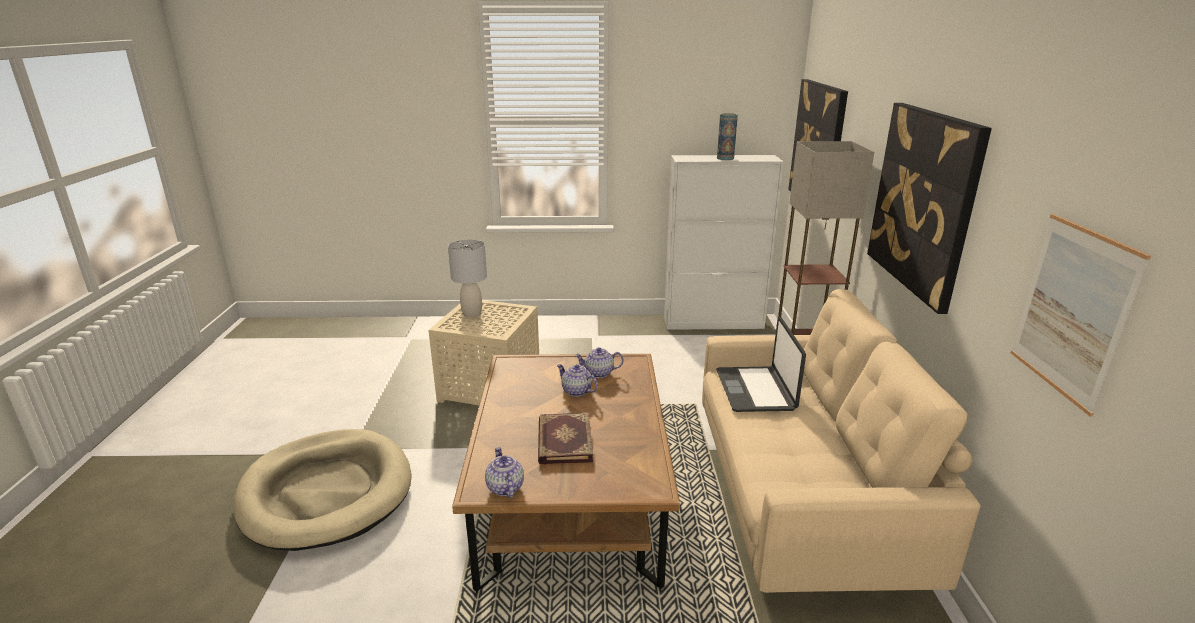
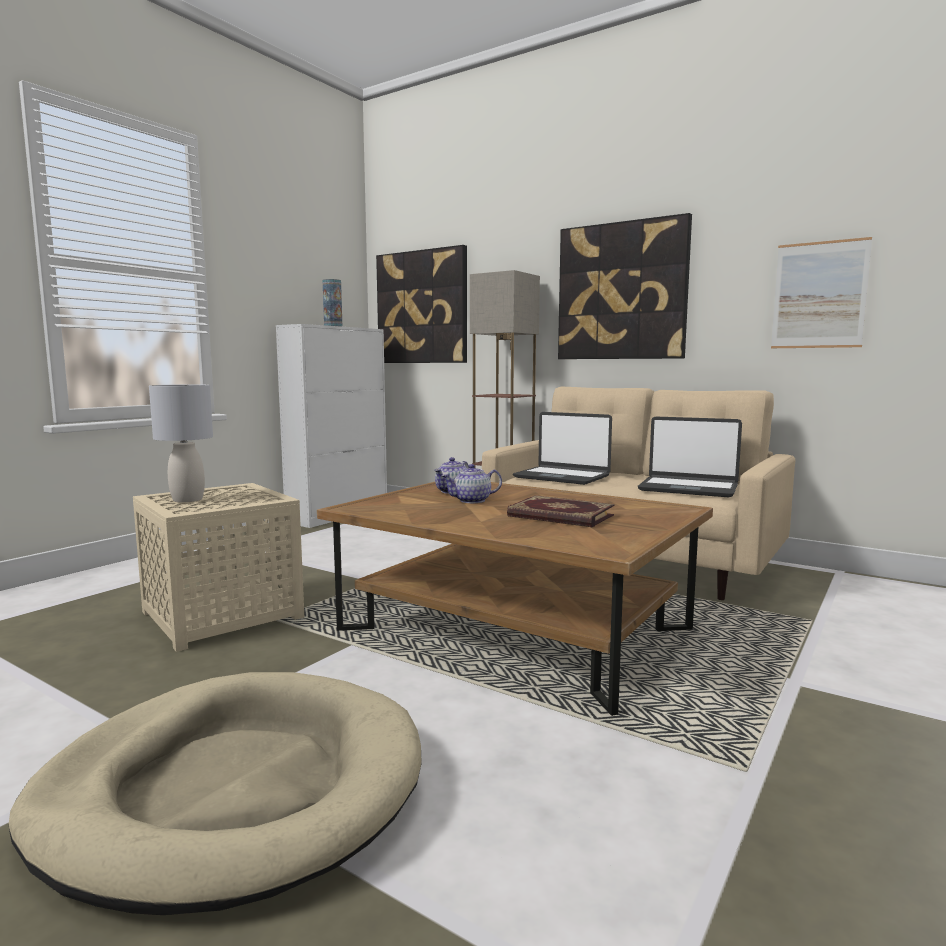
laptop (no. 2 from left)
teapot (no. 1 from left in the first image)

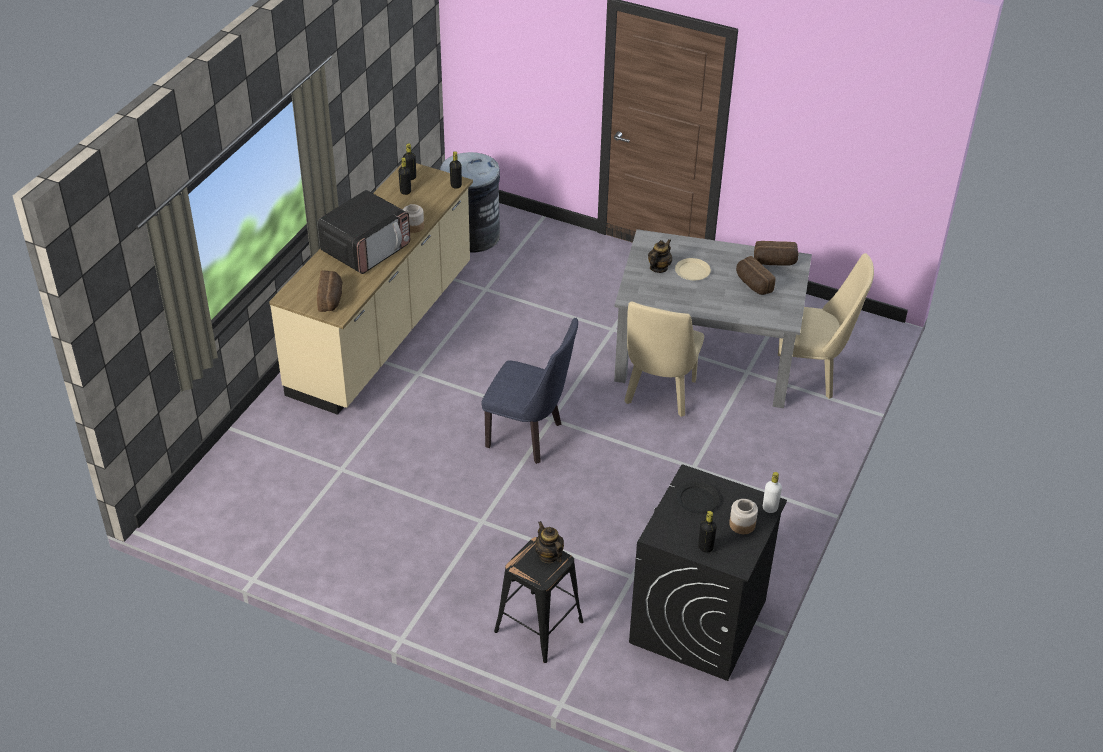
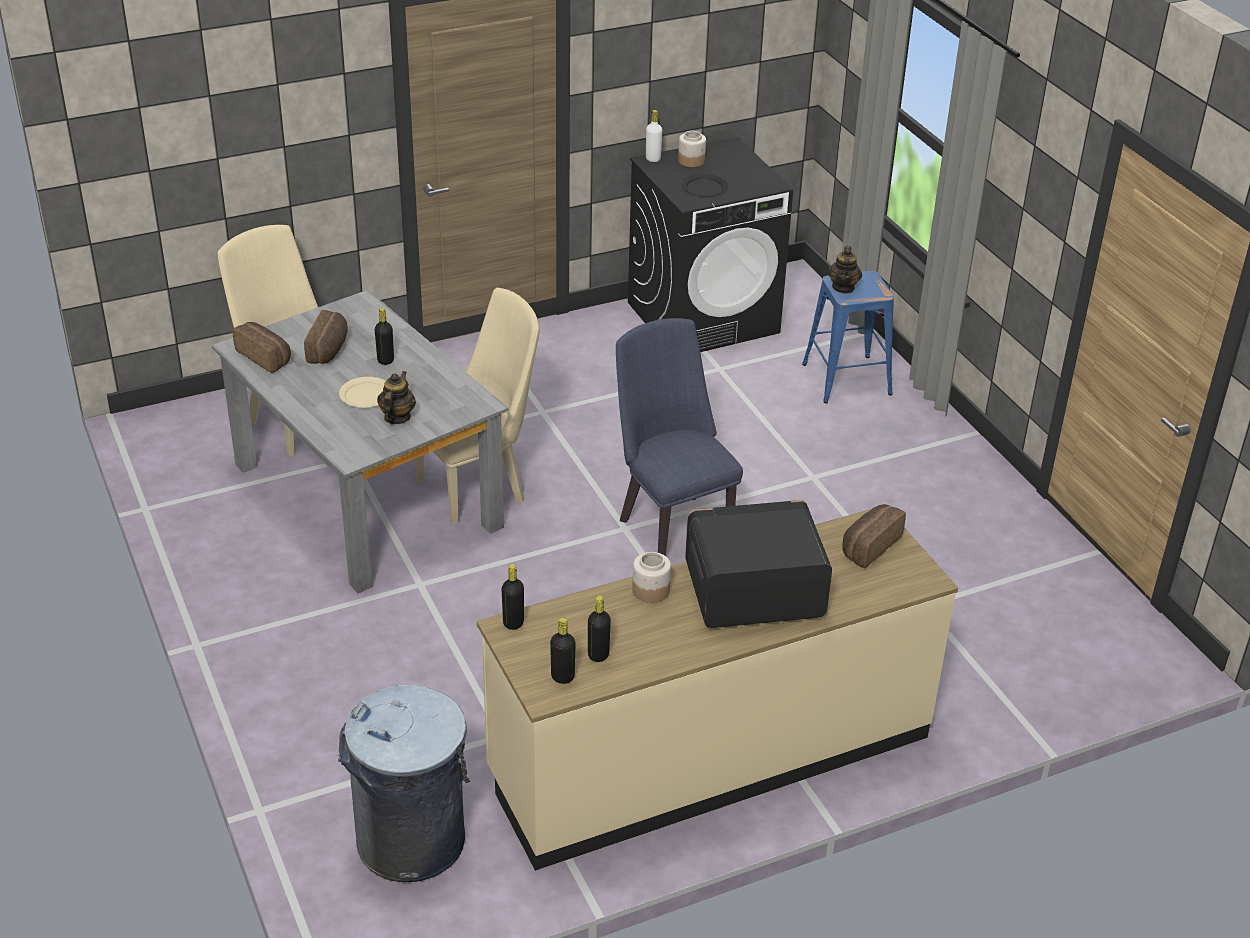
black bottle (no. 1 from left)
teapot (no. 1 from left)
blue stool

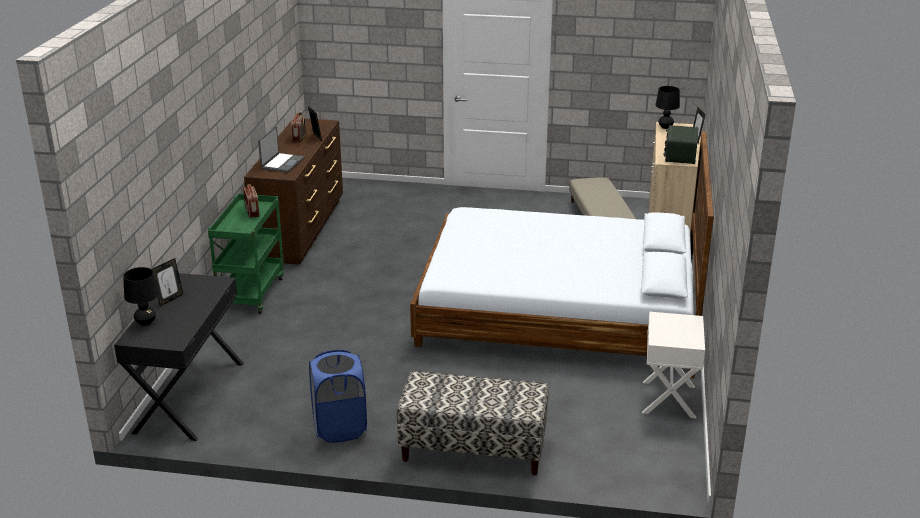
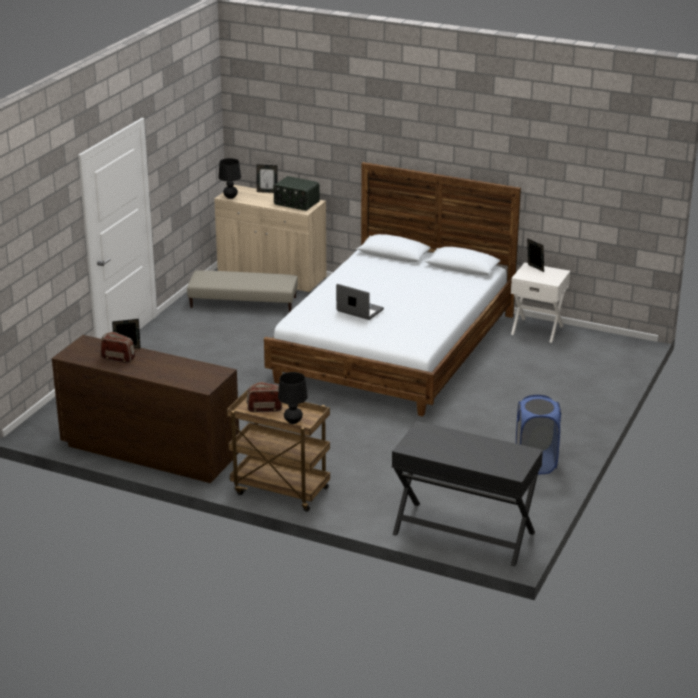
brown cart
black table lamp (no. 2 from left)
laptop
picture frame (no. 3 from left)
bench

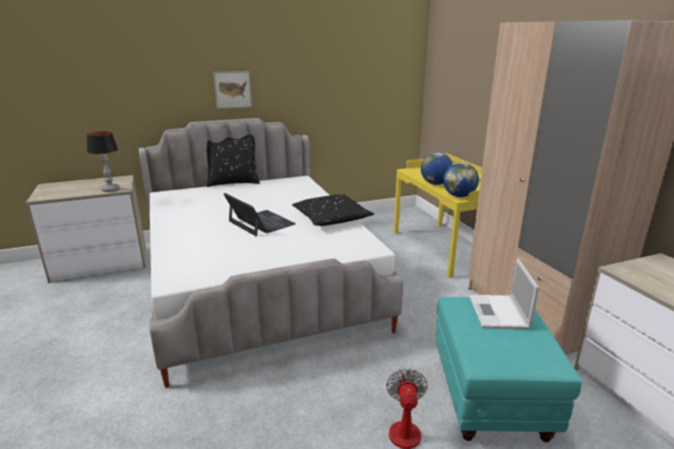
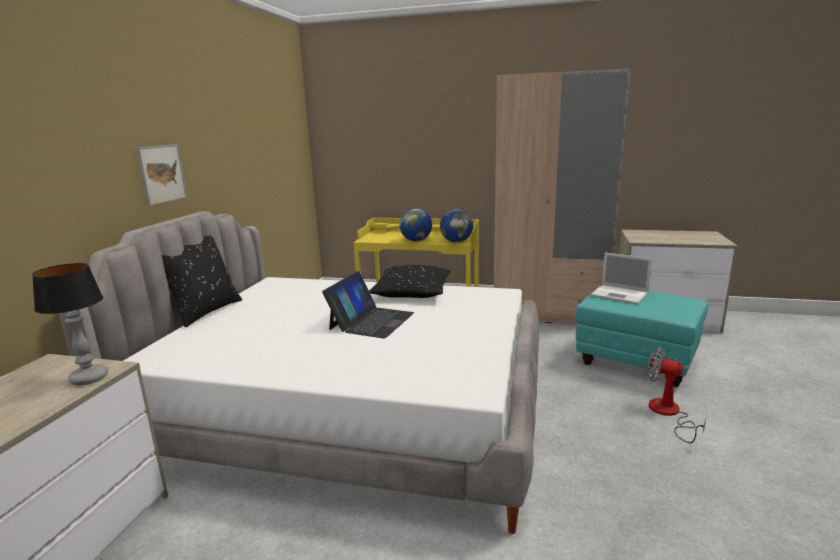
laptop (no. 1 from left)

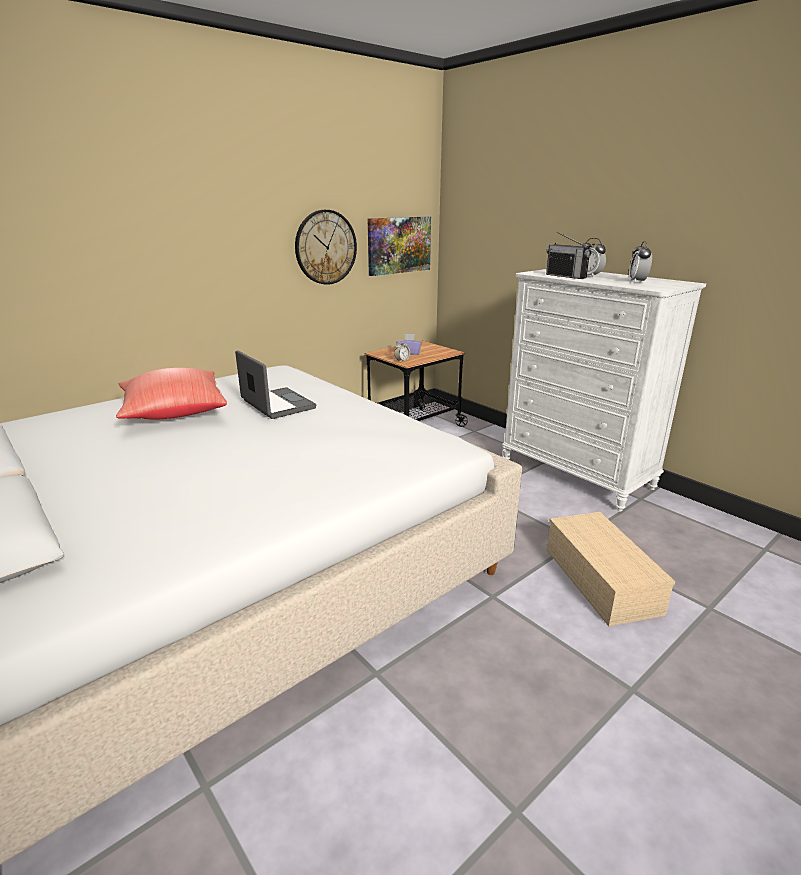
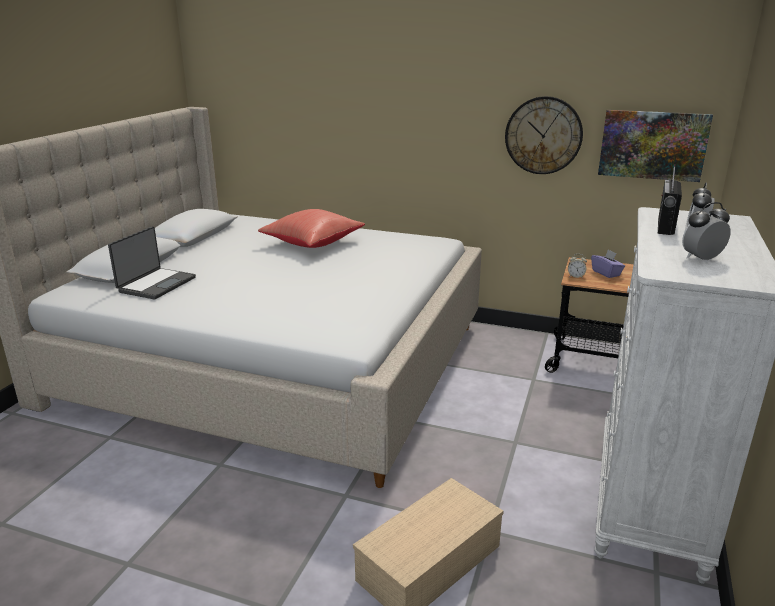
laptop

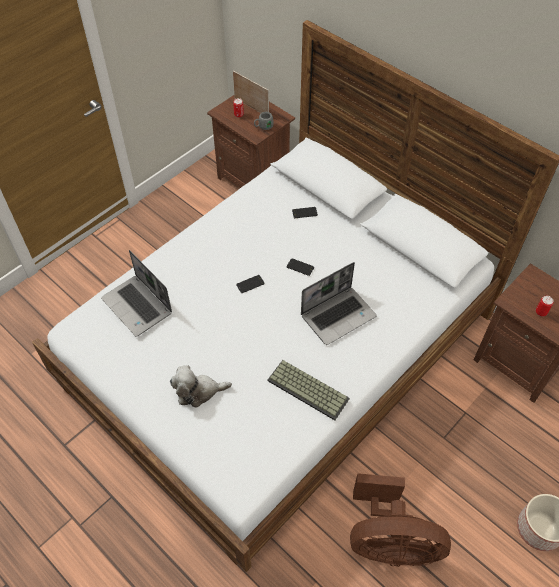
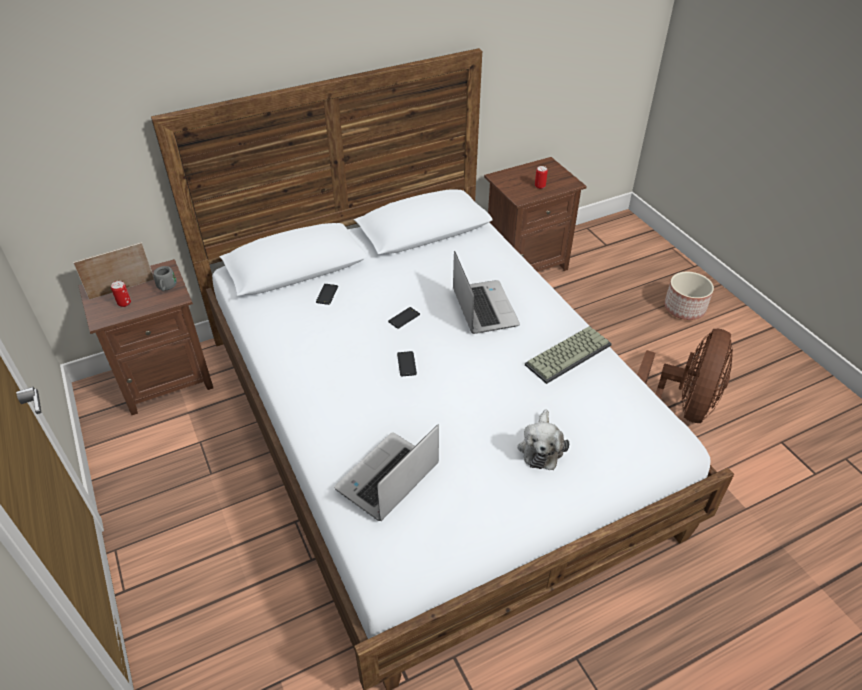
laptop (no. 1 from left)

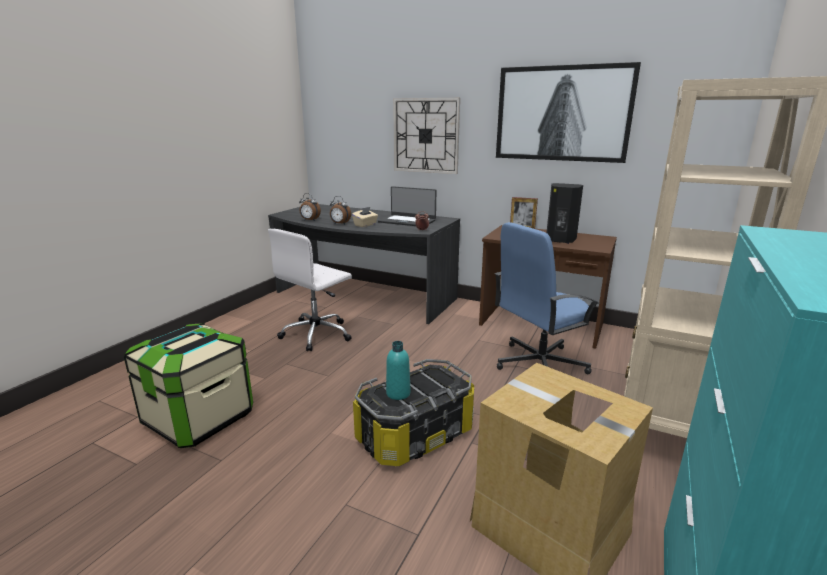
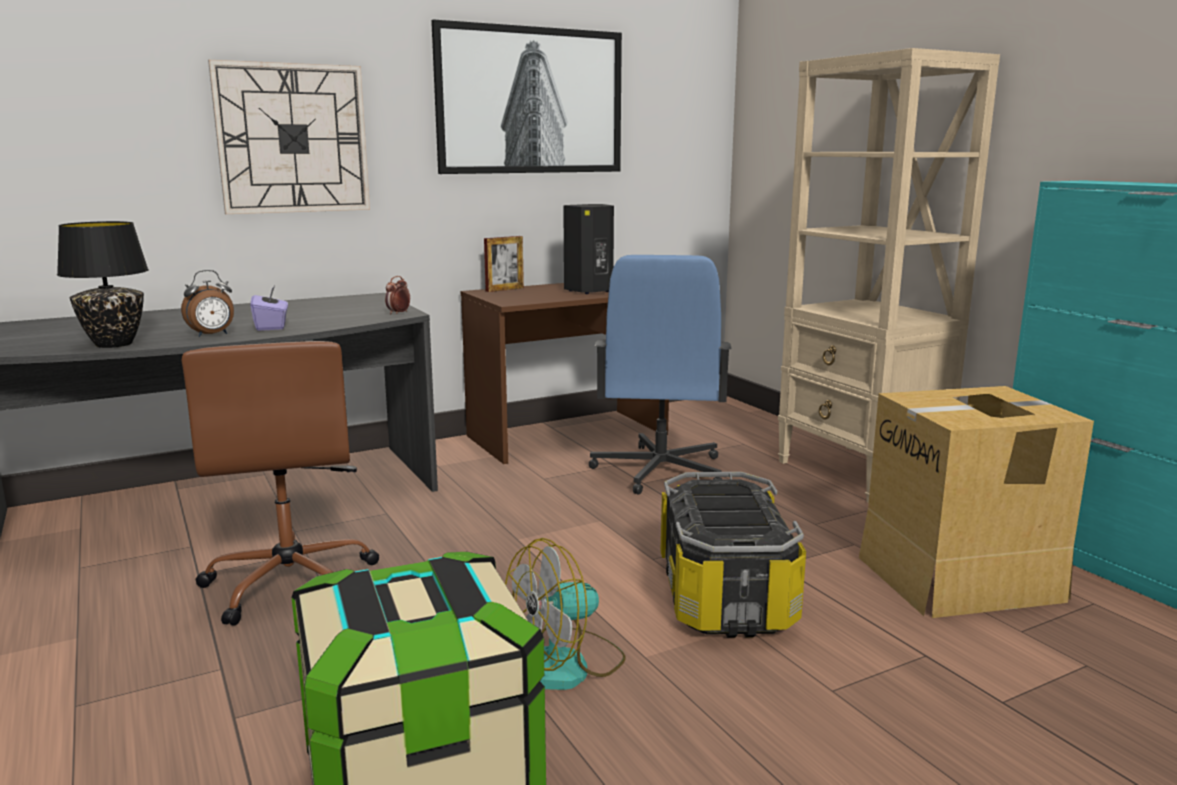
black table lamp
brown office chair
purple tissue box
fan
laptop
turquoise bottle

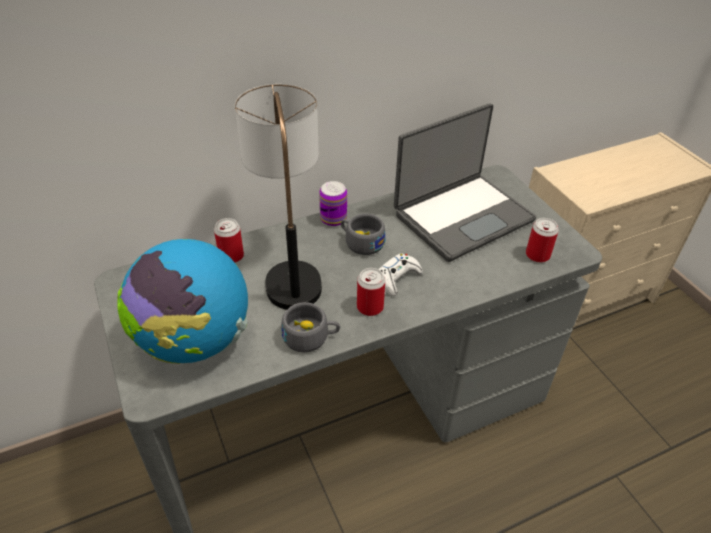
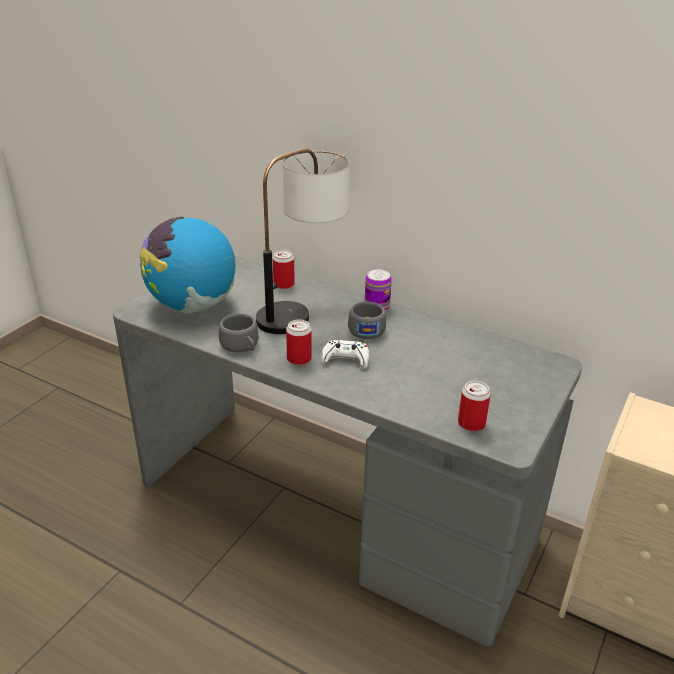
laptop

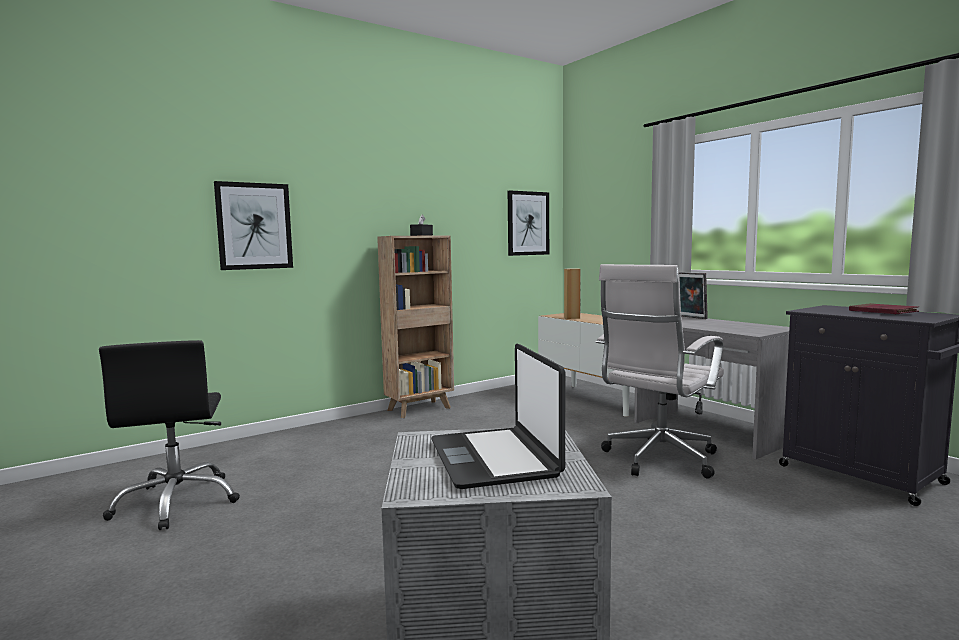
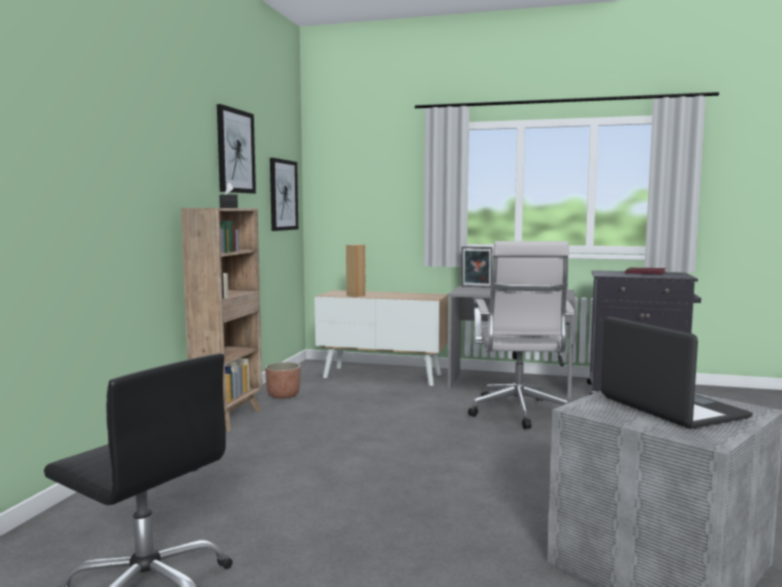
picture (no. 1 from left)
planter
laptop

